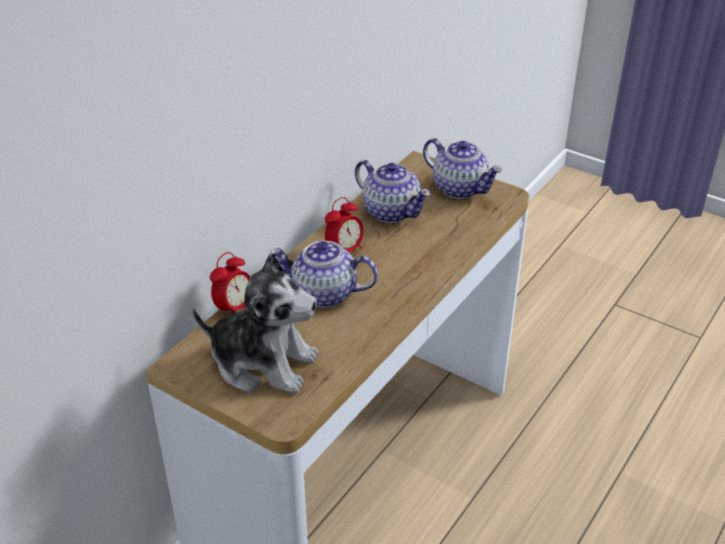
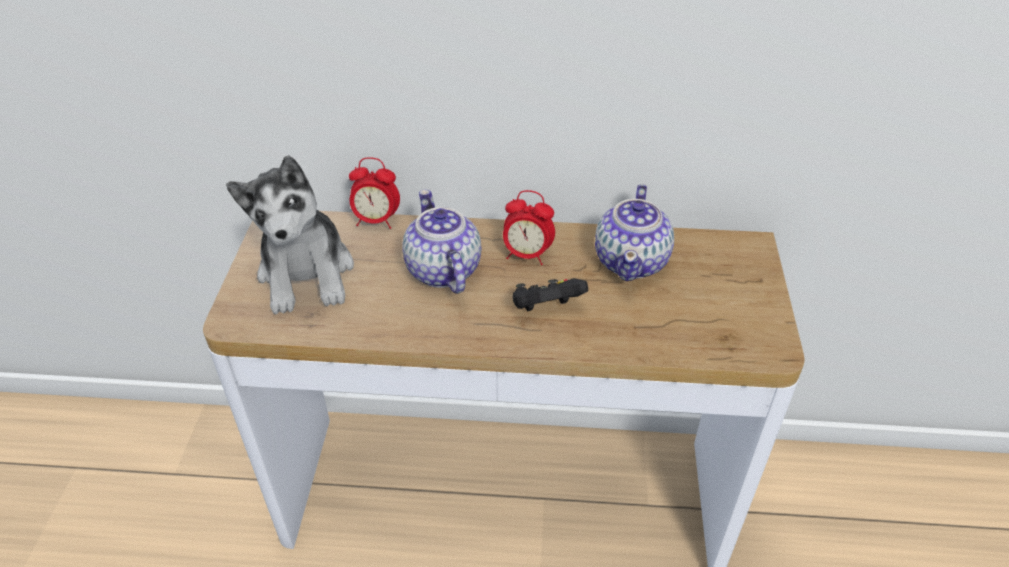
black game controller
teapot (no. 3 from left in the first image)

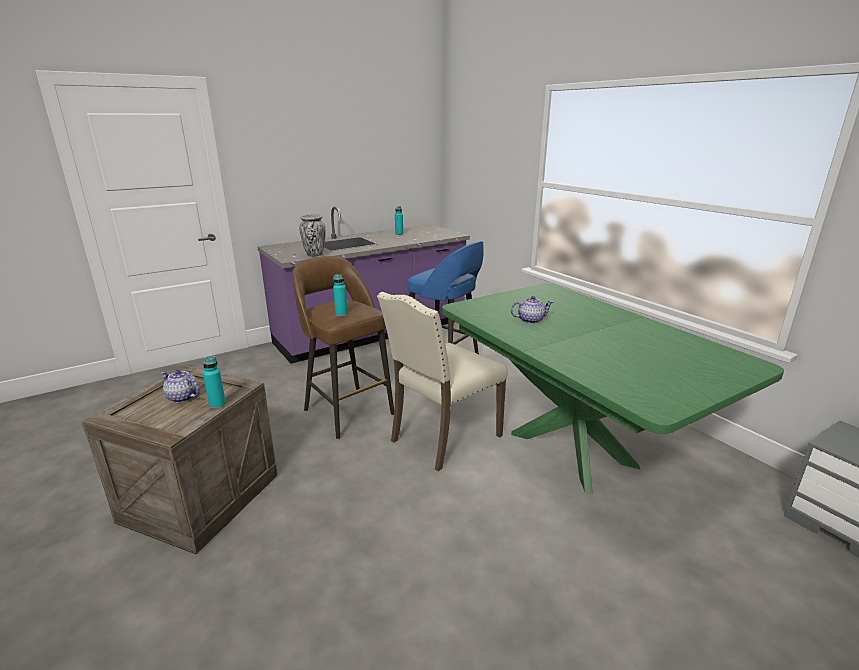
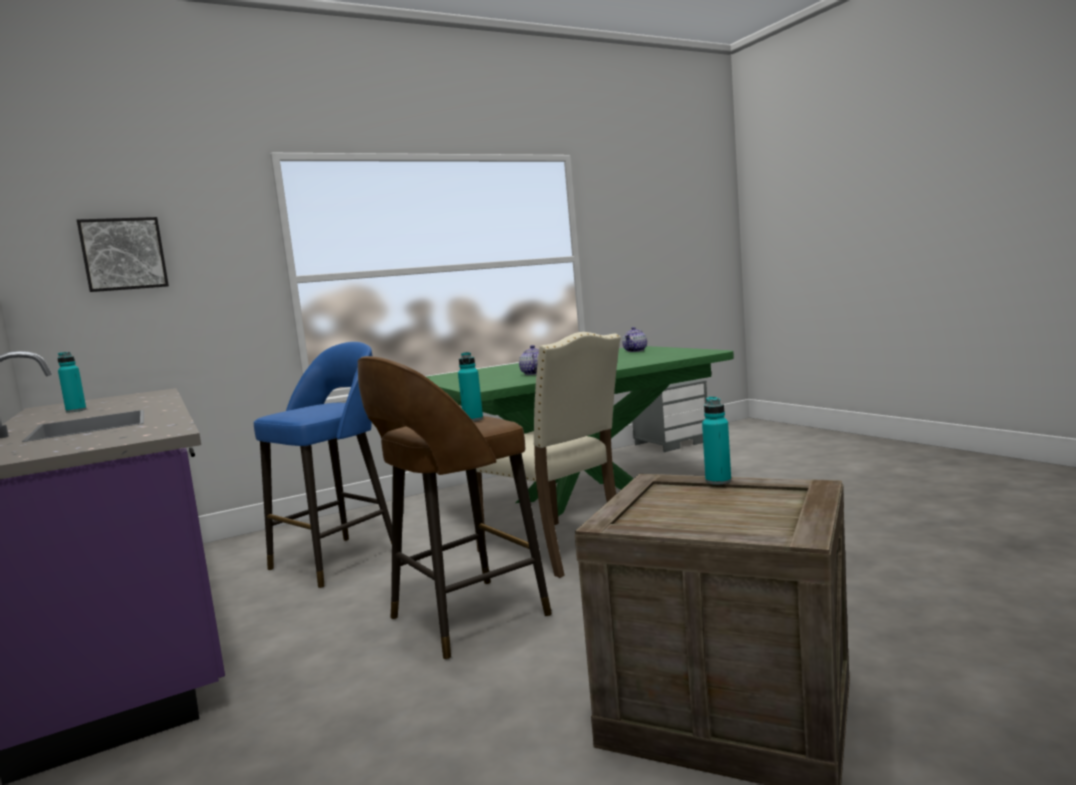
picture
teapot (no. 2 from left)
vase

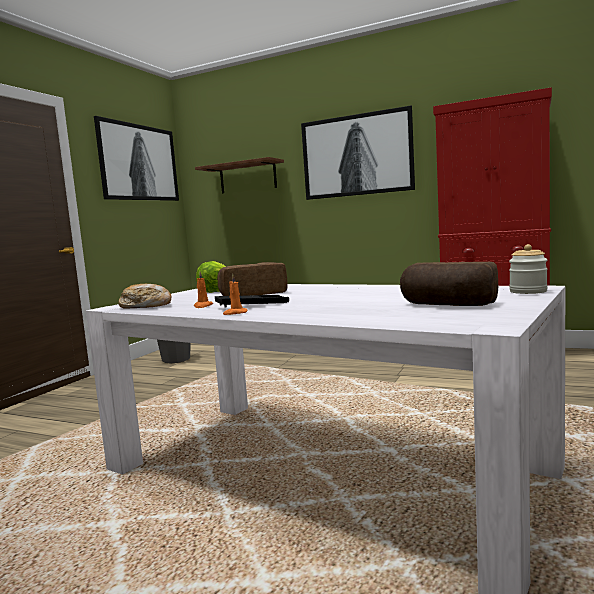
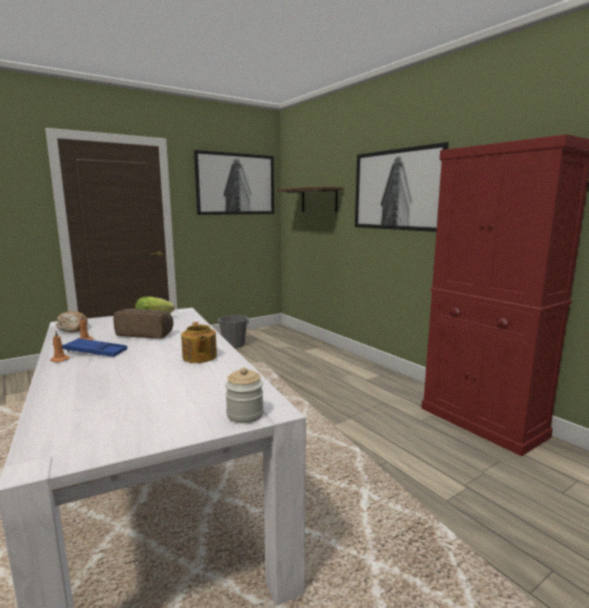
blue tray
teapot
bread (no. 3 from left in the first image)

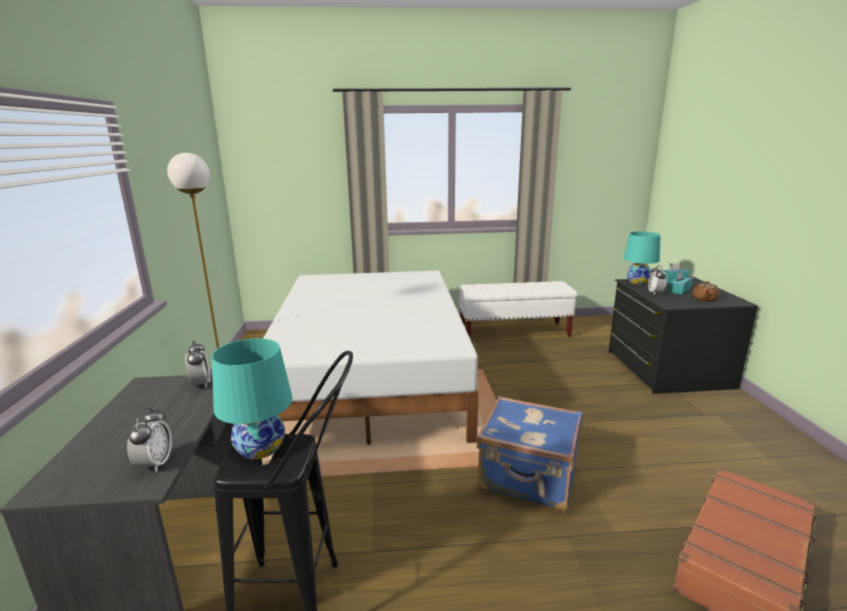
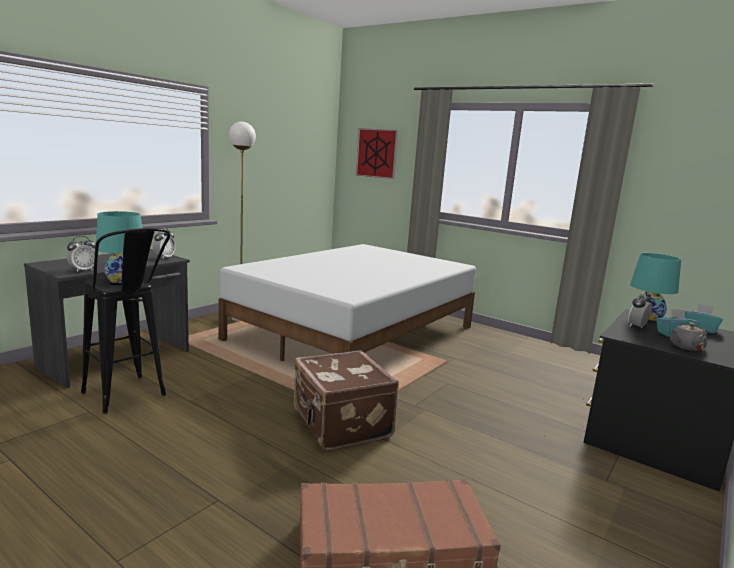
brown suitcase (no. 1 from left)
picture
grey teapot
white bench

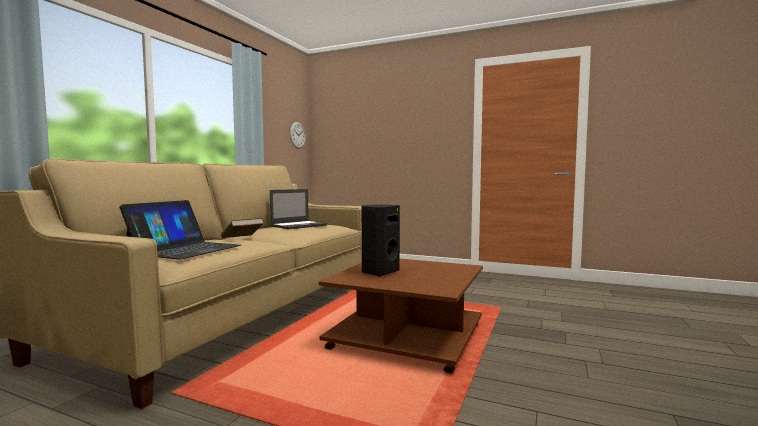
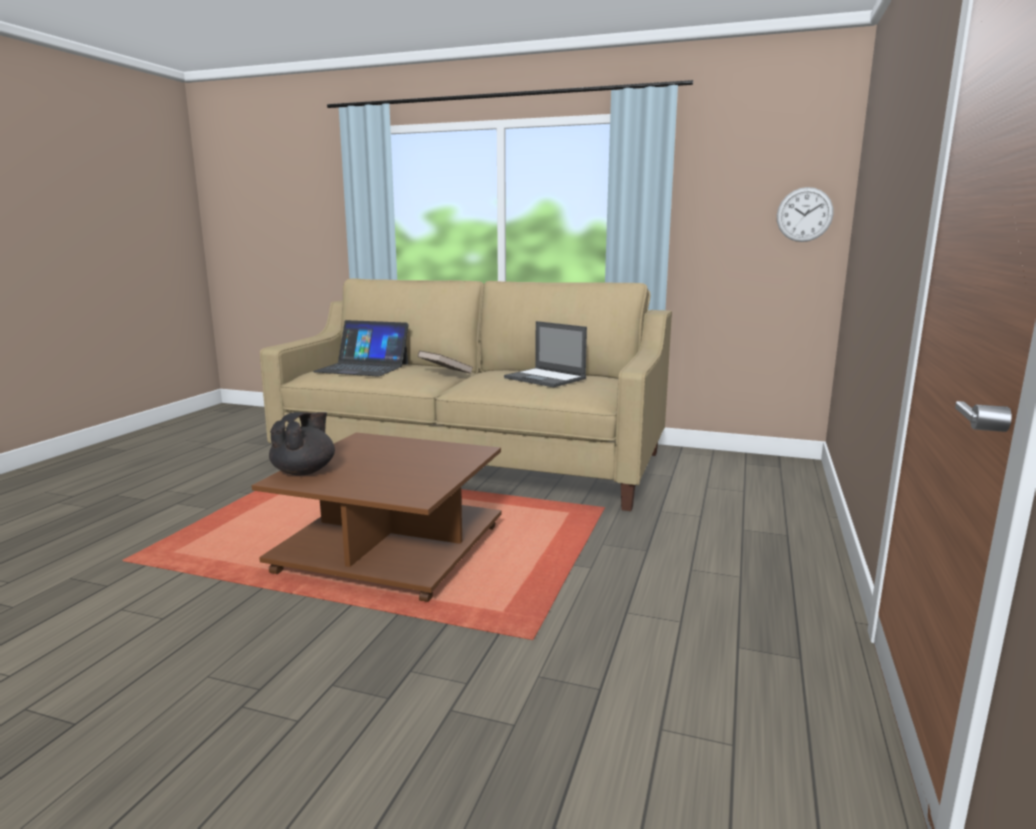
black teapot
black speaker

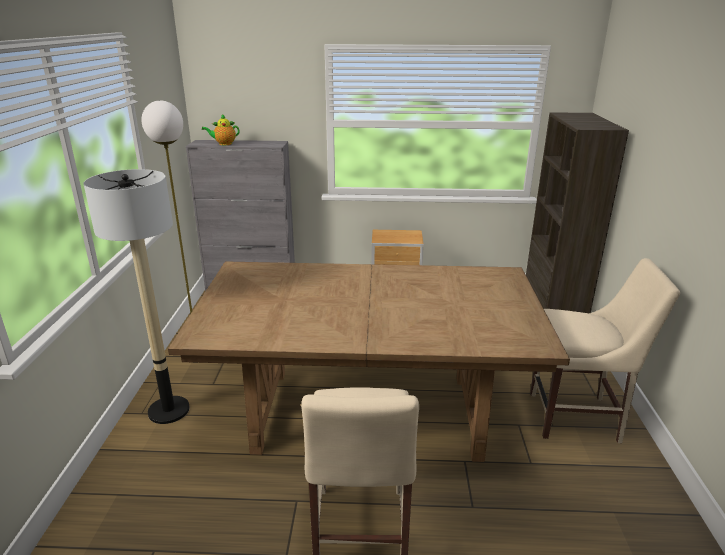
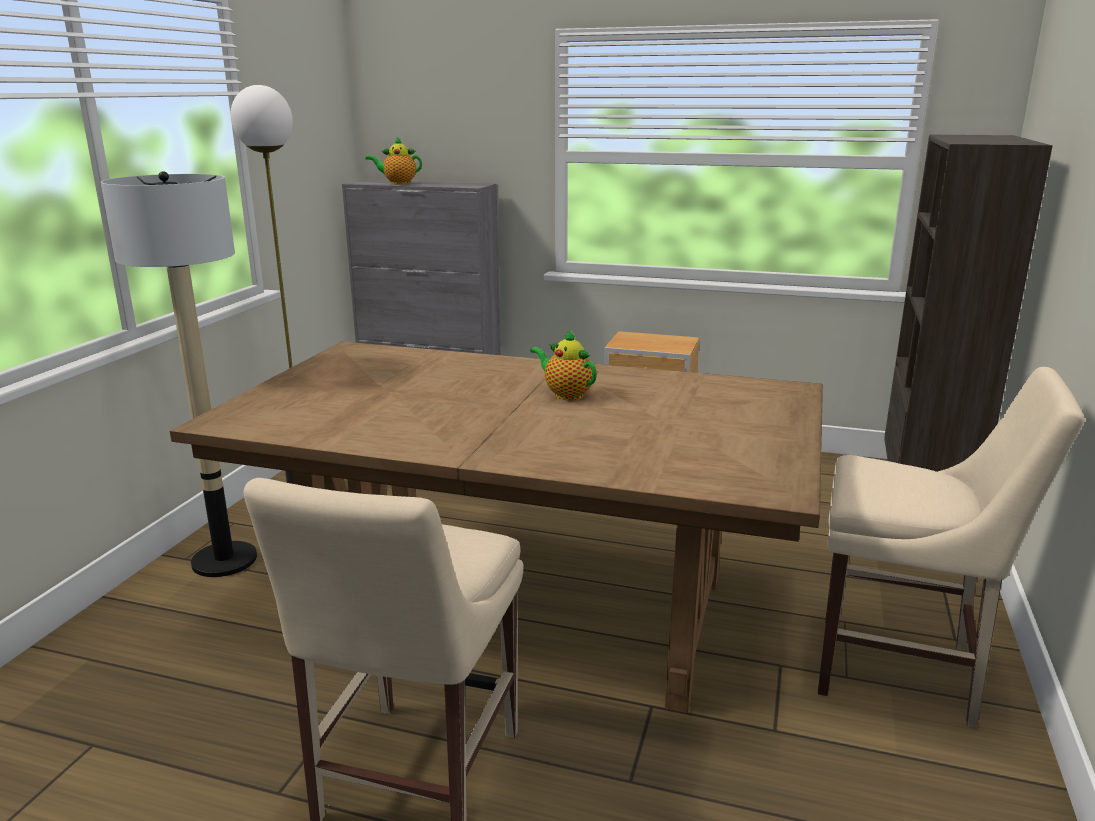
teapot (no. 2 from left)

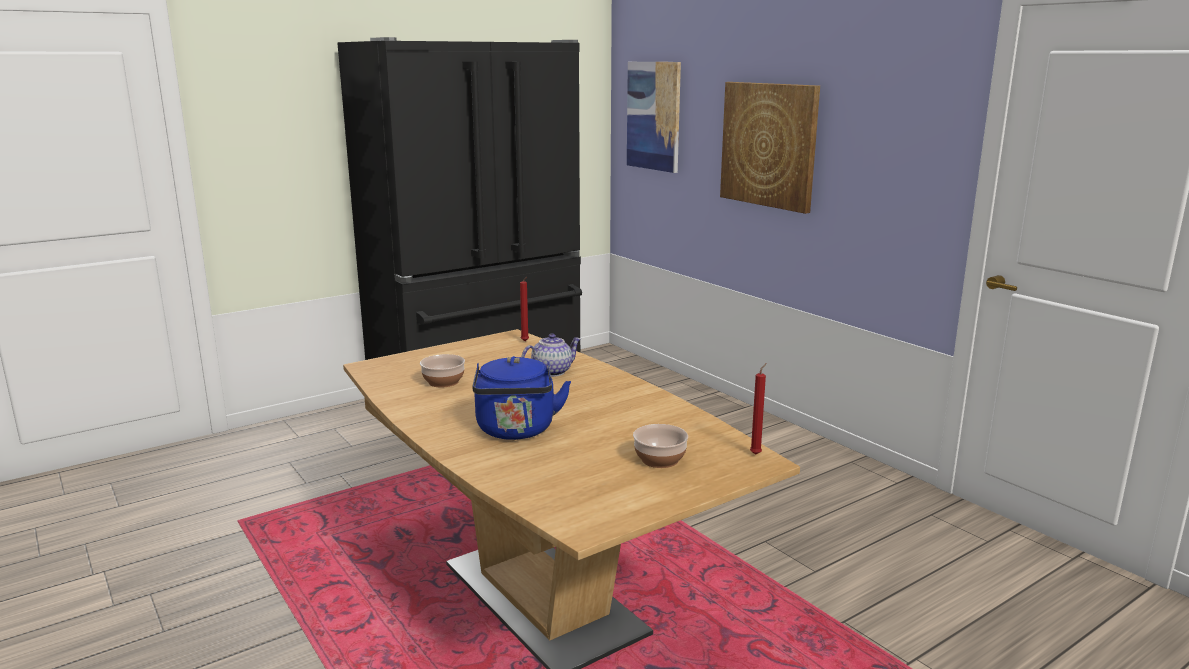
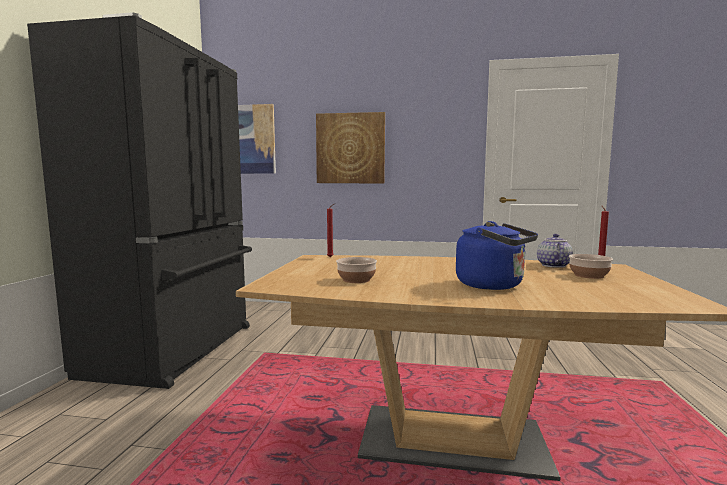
teapot

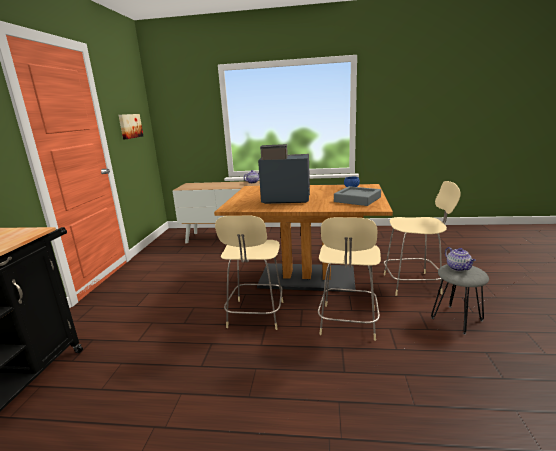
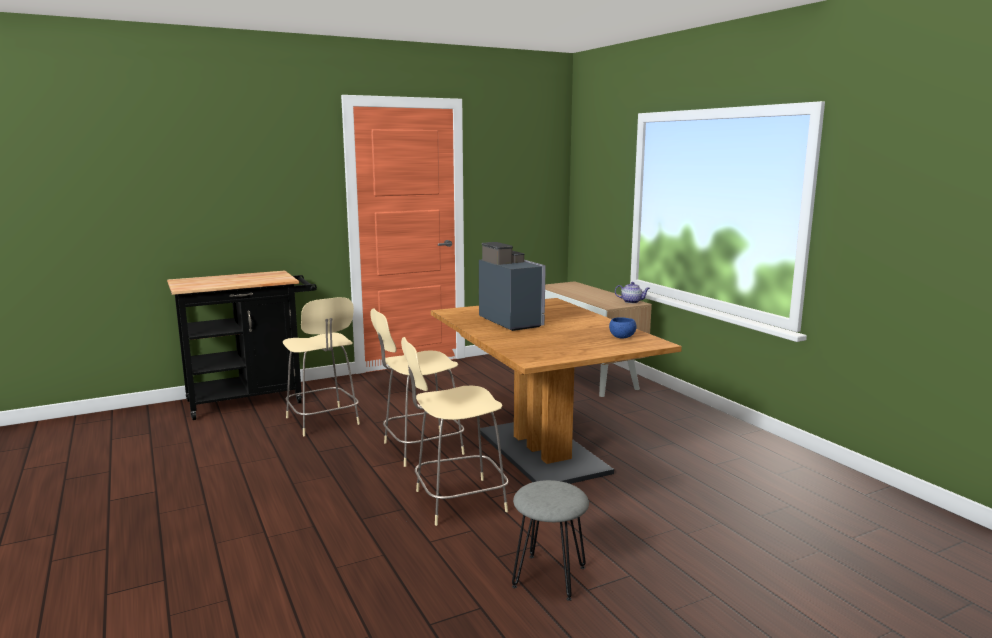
beige chair (no. 1 from left)
picture
grey tray
teapot (no. 2 from left in the first image)

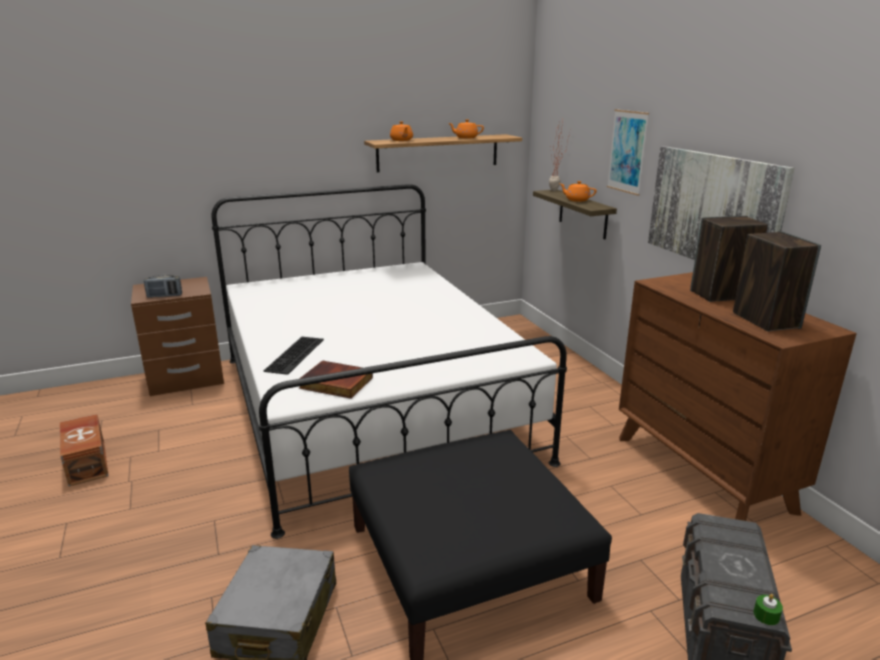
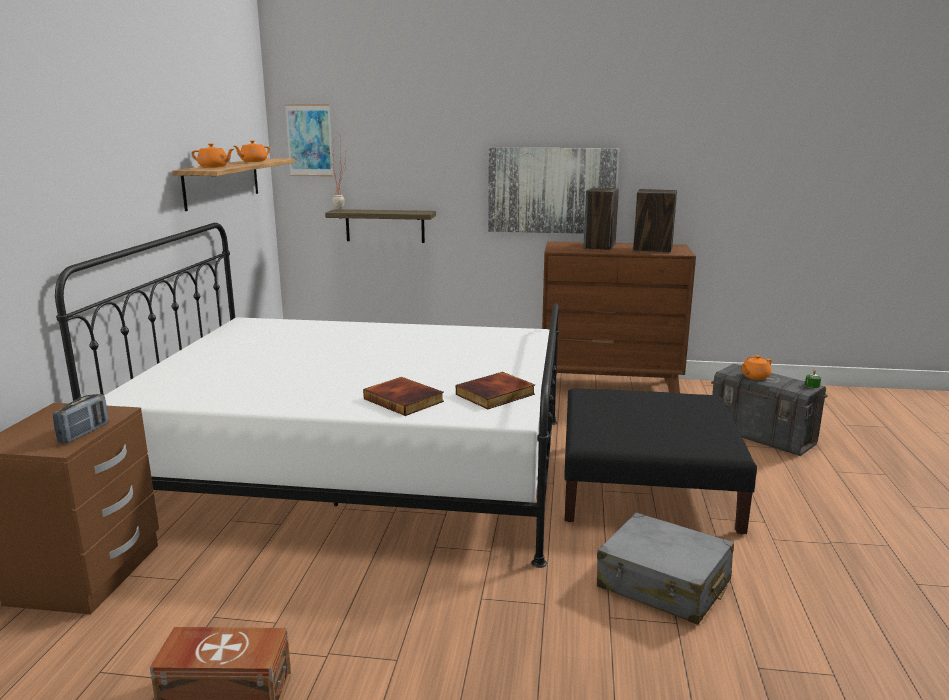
picture (no. 1 from left)
book (no. 1 from left)
orange teapot (no. 3 from left)

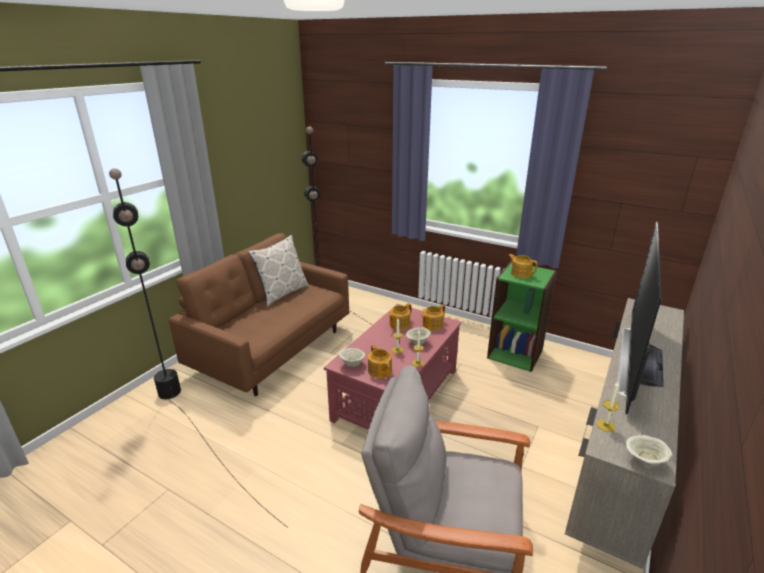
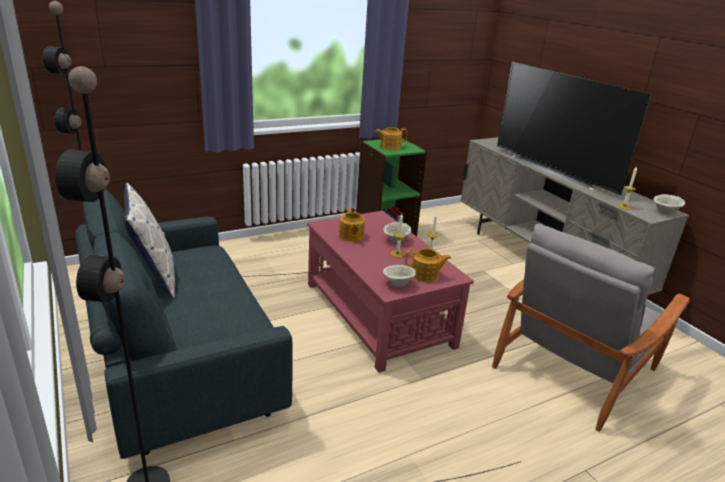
grey sofa
teapot (no. 3 from left in the first image)

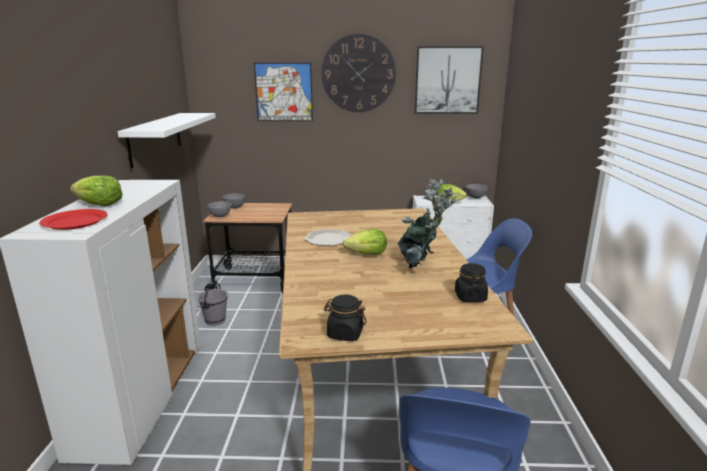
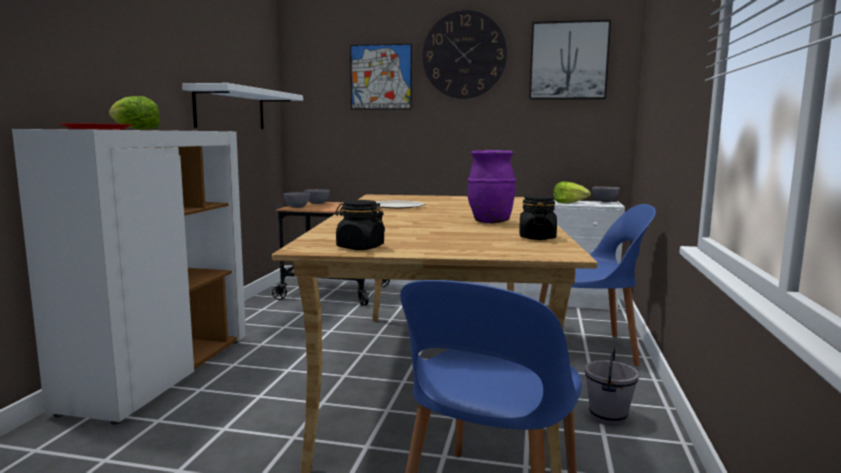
purple vase
grey bucket
lettuce (no. 2 from left in the first image)

